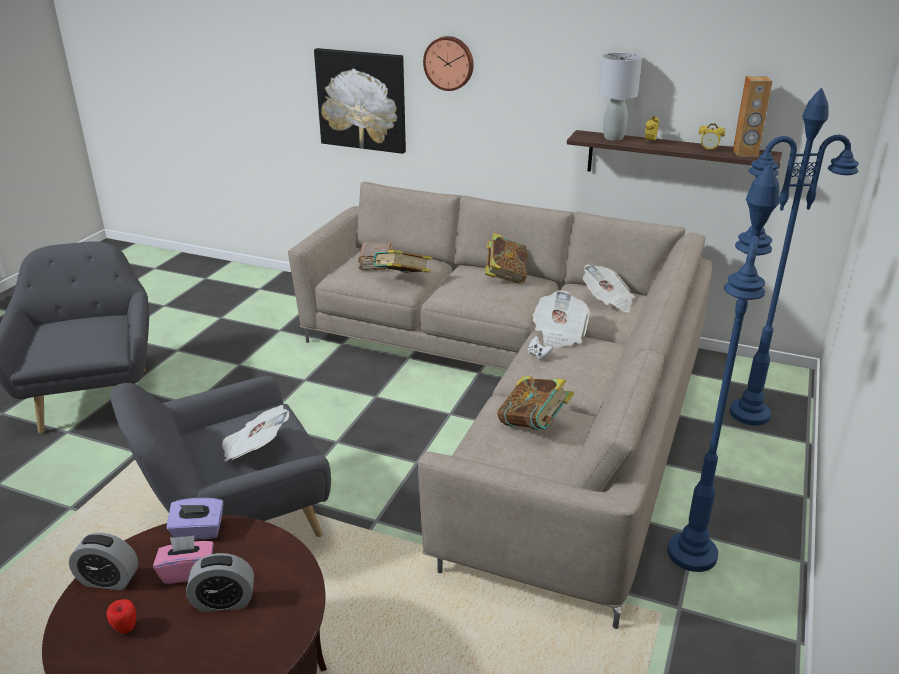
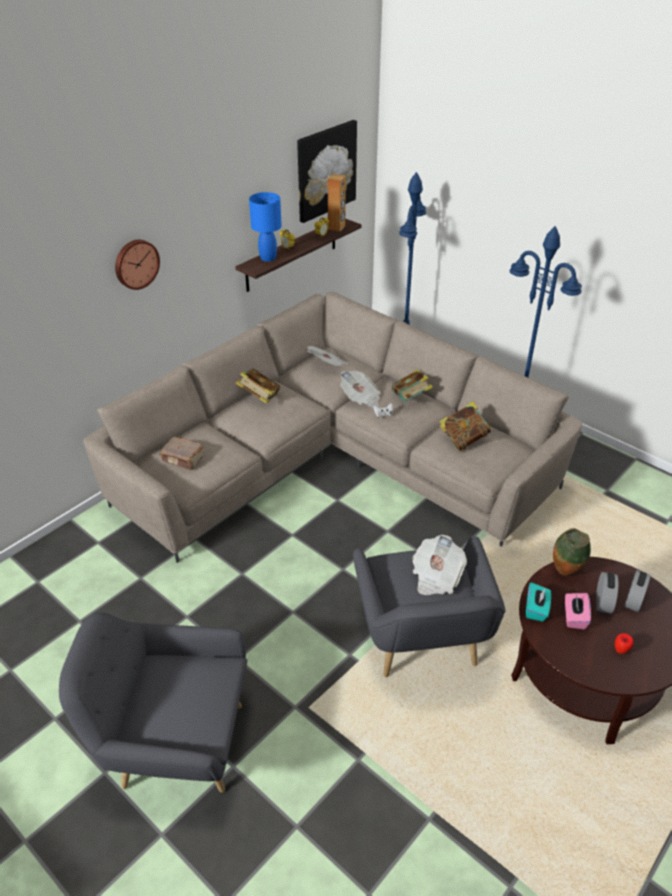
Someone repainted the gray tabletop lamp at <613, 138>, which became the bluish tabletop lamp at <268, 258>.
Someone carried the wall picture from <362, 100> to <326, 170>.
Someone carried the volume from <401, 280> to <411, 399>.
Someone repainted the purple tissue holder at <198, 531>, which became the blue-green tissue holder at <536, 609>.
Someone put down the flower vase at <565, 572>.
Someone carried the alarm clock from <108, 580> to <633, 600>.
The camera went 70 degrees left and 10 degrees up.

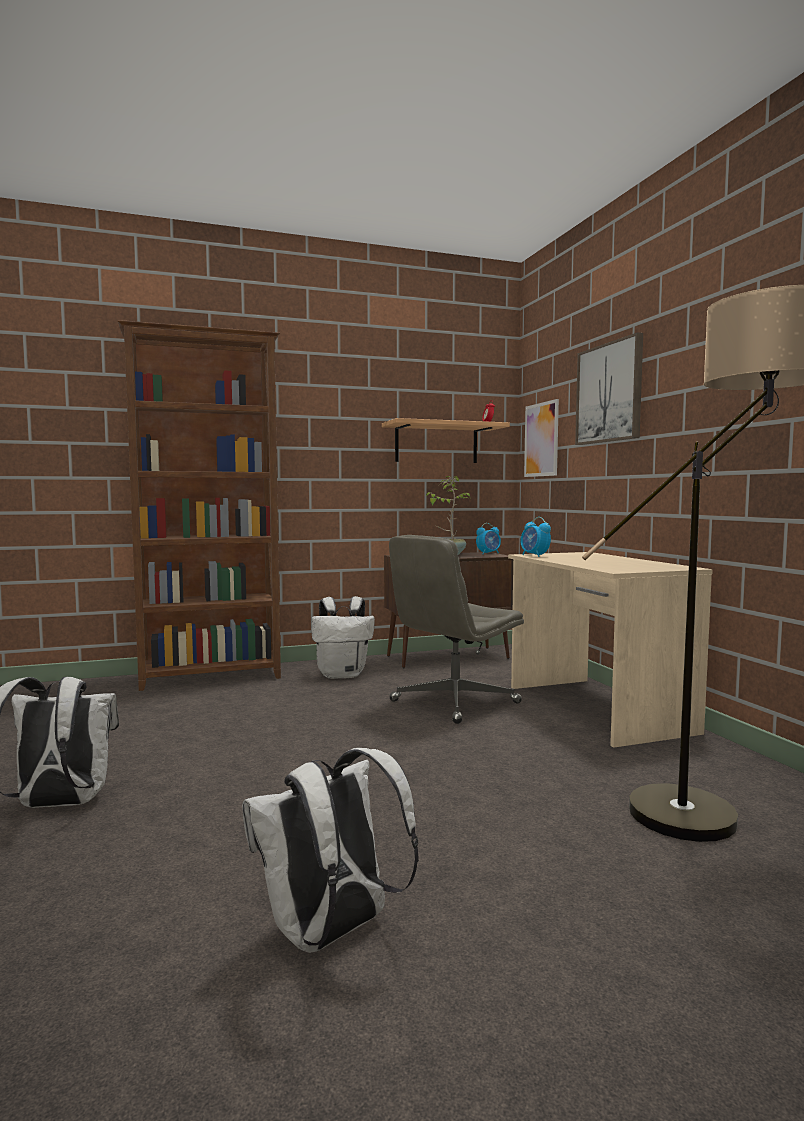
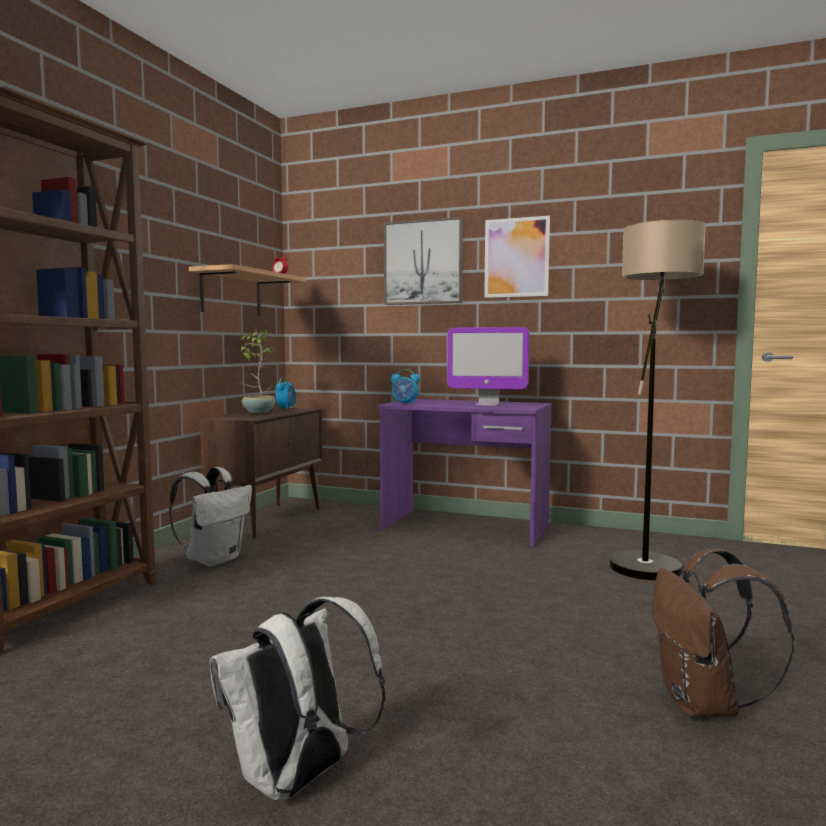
Someone repainted the sand-coloured desk table at <595, 709>, which became the purple desk table at <465, 527>.
Someone put down the computer screen at <487, 404>.
Someone carried the wall picture from <541, 439> to <516, 257>.
Someone repainted the whitish backpack at <330, 933>, which became the brownish backpack at <704, 705>.
Someone took away the gray office chair at <454, 702>.
The camera went 50 degrees left and 0 degrees up.

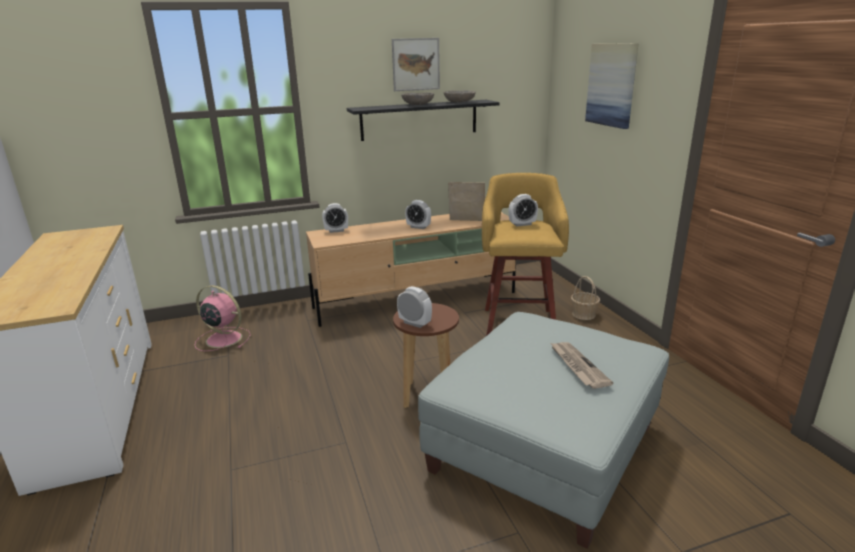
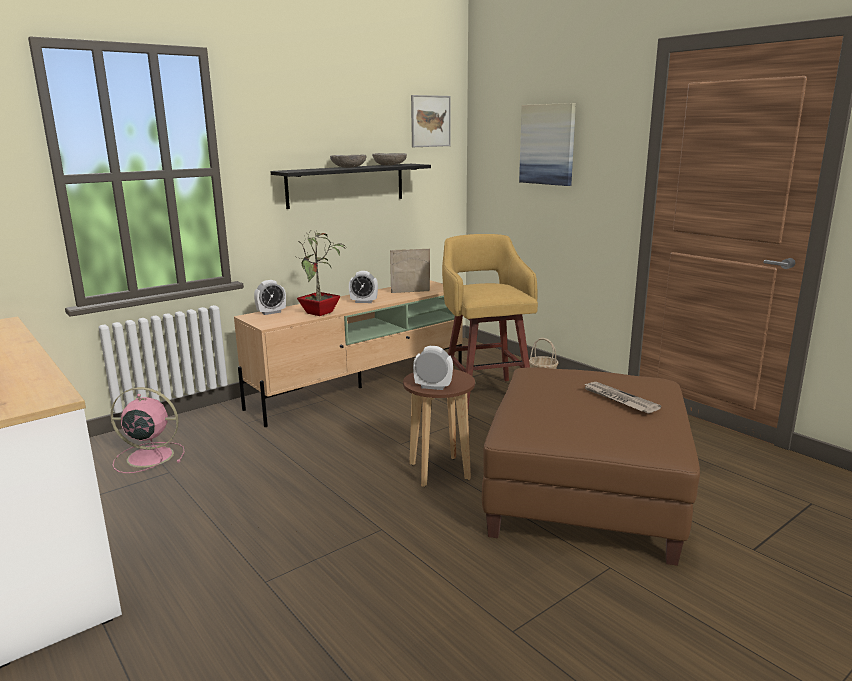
Someone put down the potted plant at <321, 313>.
Someone carried the wall picture from <416, 64> to <430, 121>.
Someone repainted the gray footrest at <543, 447>, which became the brownish footrest at <583, 494>.
Someone took away the alarm clock at <522, 224>.
The camera went 20 degrees left and 5 degrees down.

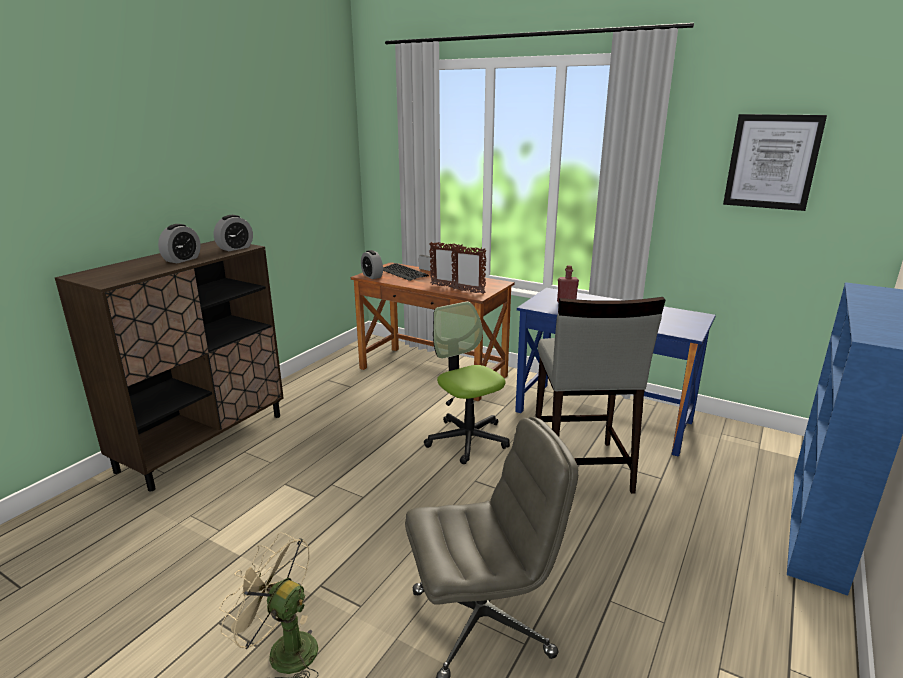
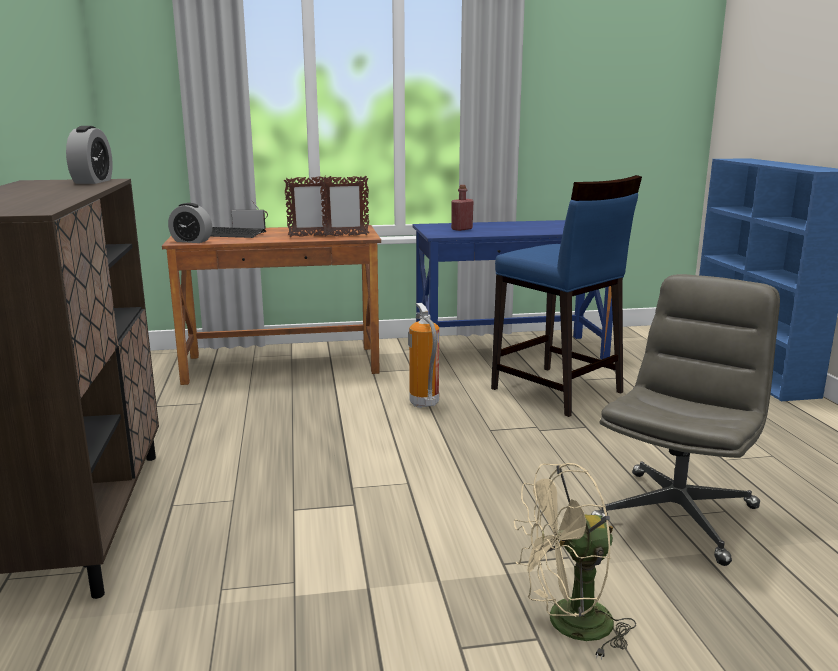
Someone swapped the office chair at <467, 439> for the fire-fighting cylinder at <424, 404>.
Someone repainted the gray sitting stool at <580, 468>, which became the bluish sitting stool at <557, 391>.
Someone took away the alarm clock at <182, 260>.
Someone took away the wall picture at <772, 162>.
The camera went 40 degrees left and 5 degrees down.

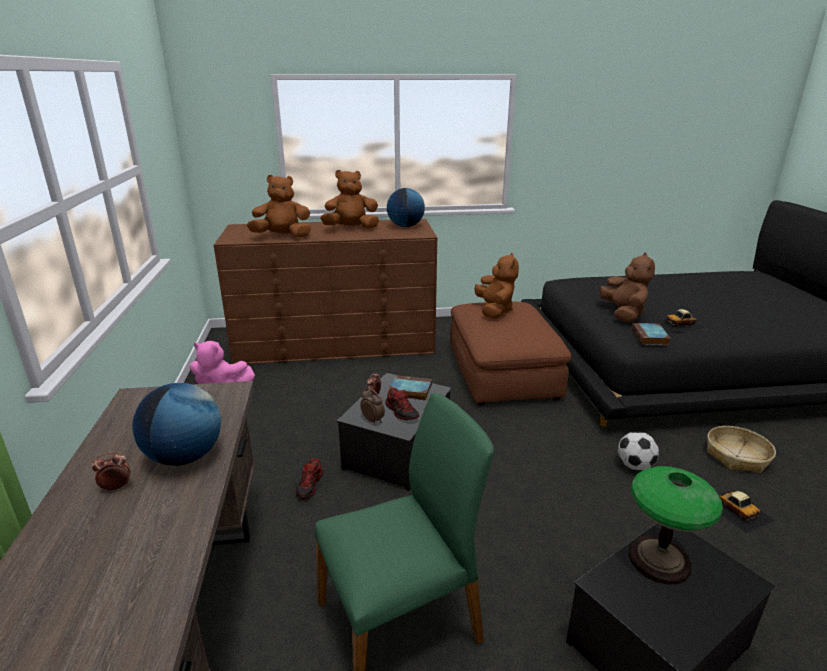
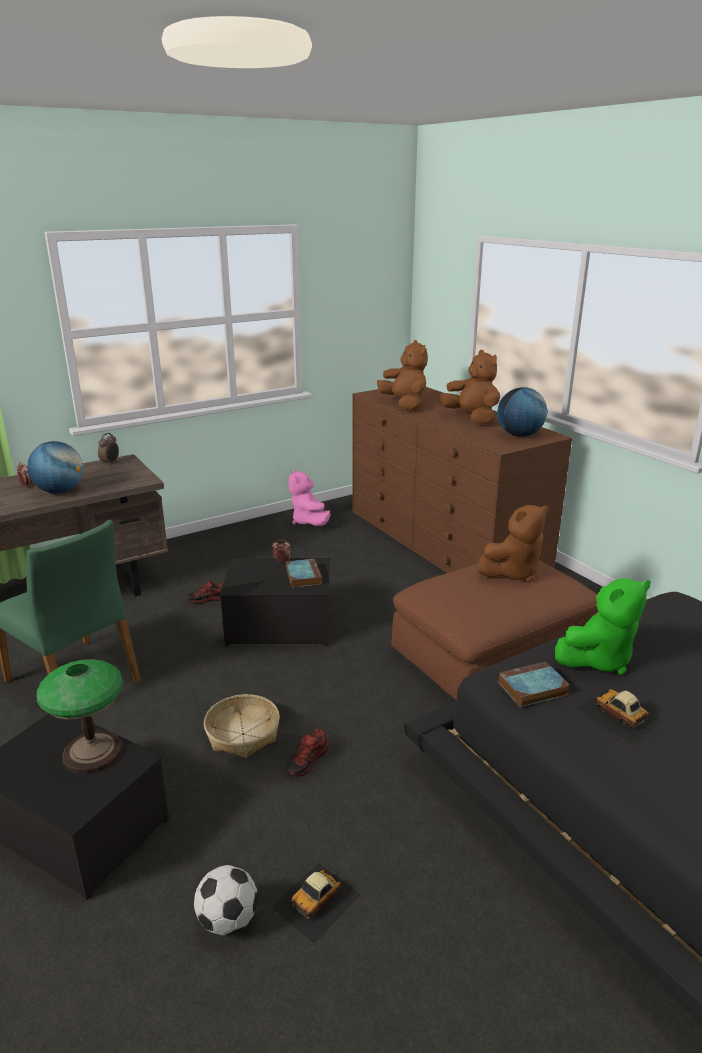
Someone carried the alarm clock from <373, 420> to <110, 463>.
Someone carried the ball for football from <634, 466> to <228, 920>.
Someone carried the household basket from <737, 456> to <243, 734>.
Someone carried the item of footwear from <402, 412> to <308, 761>.
Someone repainted the brownish plush toy at <623, 314>, which became the green plush toy at <598, 659>.
The camera went 65 degrees right and 0 degrees up.

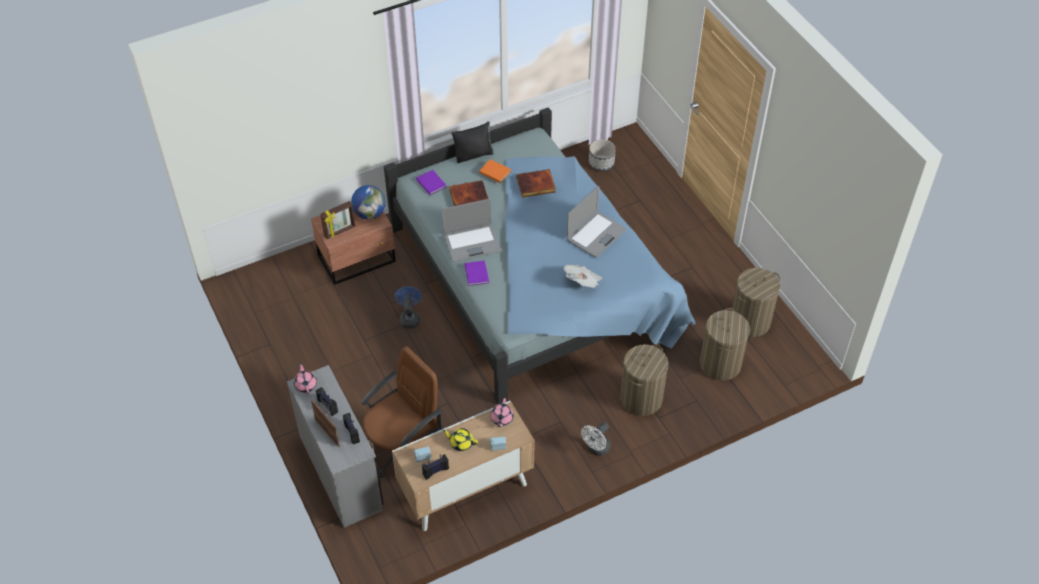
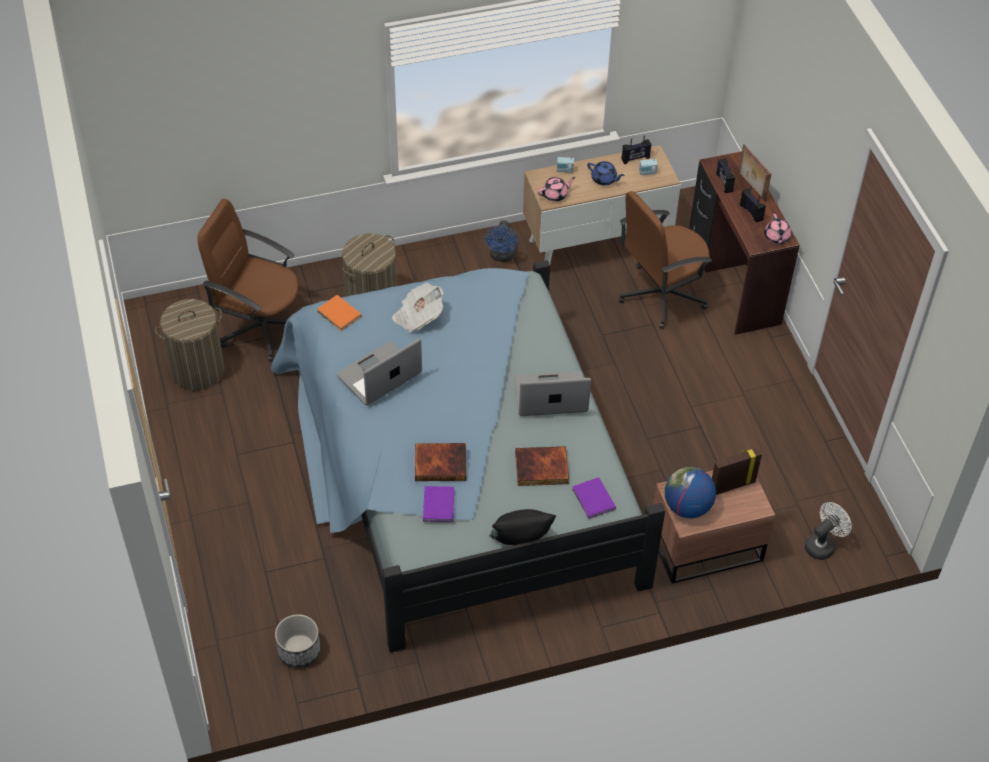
Someone swapped the washing basket at <720, 364> for the brownish office chair at <261, 326>.
Someone carried the orange-coloured volume from <494, 171> to <339, 315>.
Someone carried the purple volume from <476, 275> to <439, 504>.
Someone carried the bluish fan from <409, 317> to <502, 256>.
Someone rotated the pink tea pot at <501, 419> by 45 degrees clockwise.
Someone repainted the yellow-coloured tea pot at <461, 443>, which became the bluish tea pot at <604, 179>.
Someone repainted the gray desk table at <342, 472>, which became the brownish desk table at <732, 282>.
Someone carried the whitish fan from <596, 449> to <822, 545>.
The camera went 170 degrees left and 0 degrees up.

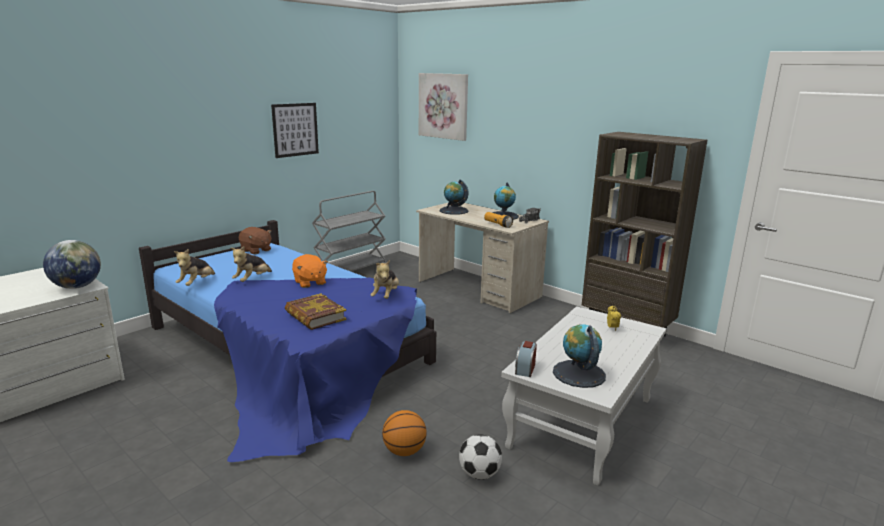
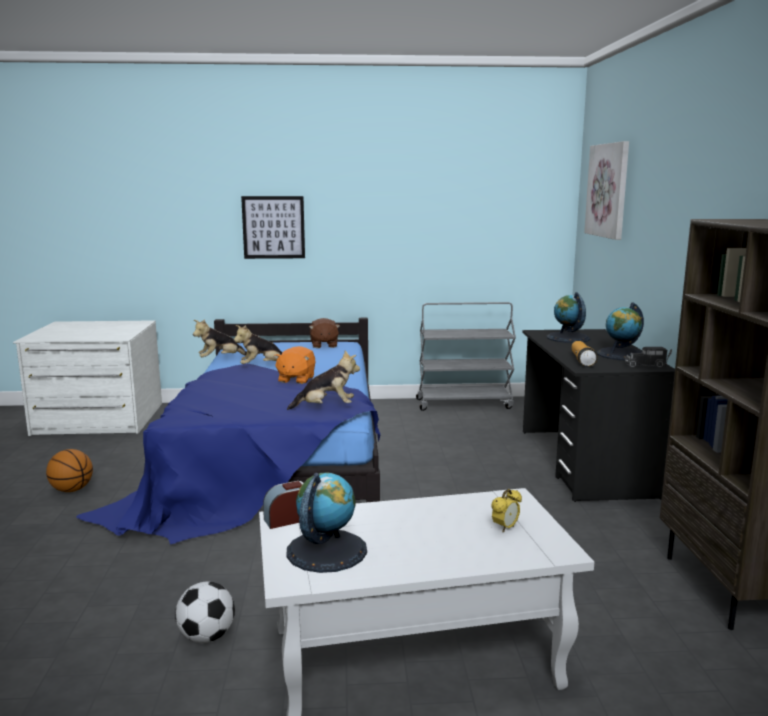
Someone carried the basketball ball from <404, 451> to <72, 490>.
Someone carried the wall picture from <295, 129> to <273, 227>.
Someone rotated the plush toy at <386, 296> by 150 degrees counterclockwise.
Someone repainted the sand-coloured desk table at <478, 289>, which became the blackish desk table at <584, 462>.
Someone took away the world globe at <77, 286>.
Someone took away the volume at <315, 316>.
The camera went 45 degrees right and 5 degrees down.

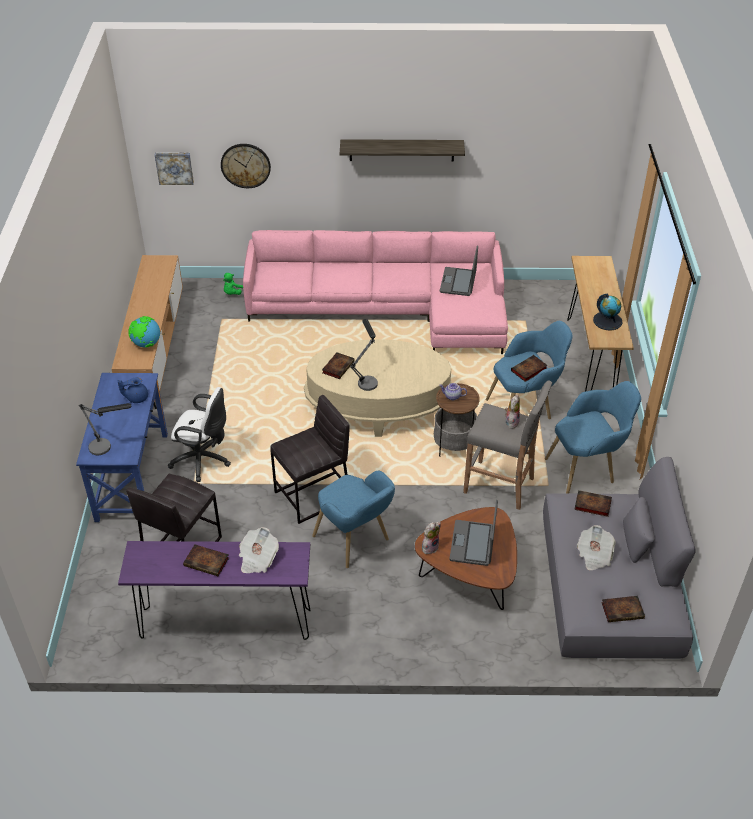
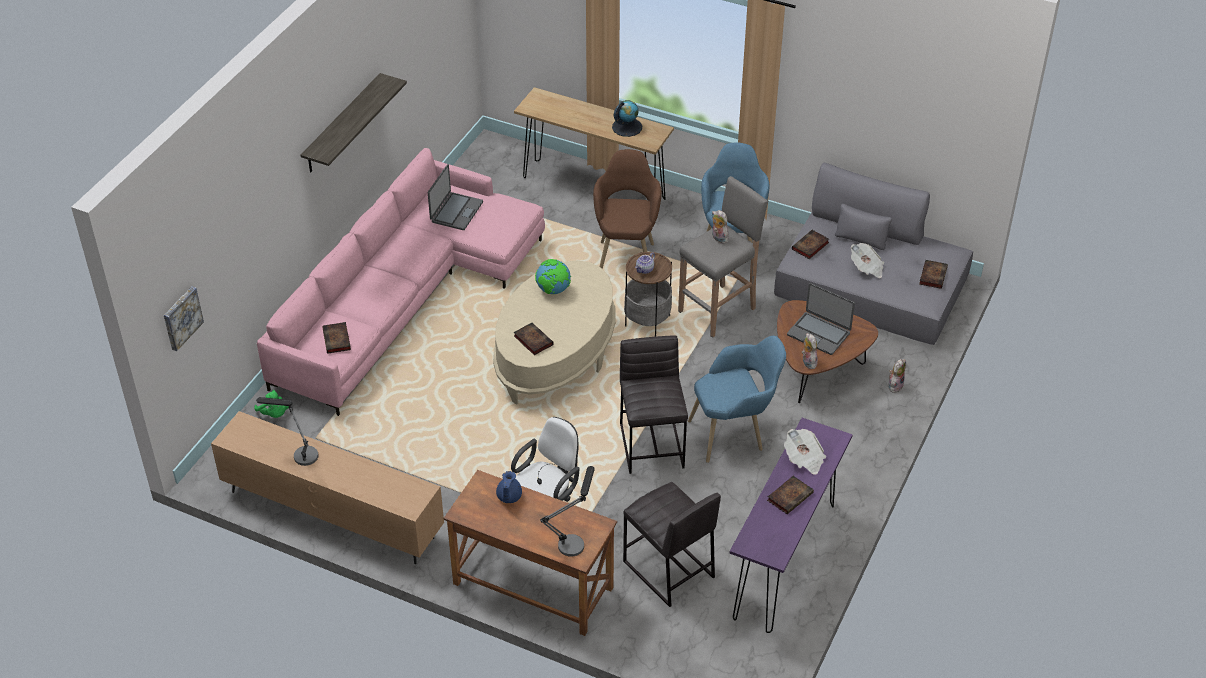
Someone carried the tabletop lamp from <367, 379> to <299, 454>.
Someone carried the volume from <528, 370> to <337, 340>.
Someone rotated the portable computer at <458, 282> by 105 degrees counterclockwise.
Someone repainted the bluish desk table at <132, 476>, which became the brownish desk table at <532, 586>.
Someone carried the world globe from <146, 344> to <553, 290>.
Someone repainted the bluish easy chair at <526, 407>, which became the brownish easy chair at <626, 253>.
Someone put down the plush toy at <895, 385>.
Someone took away the wall clock at <245, 165>.
The camera went 65 degrees left and 0 degrees up.

